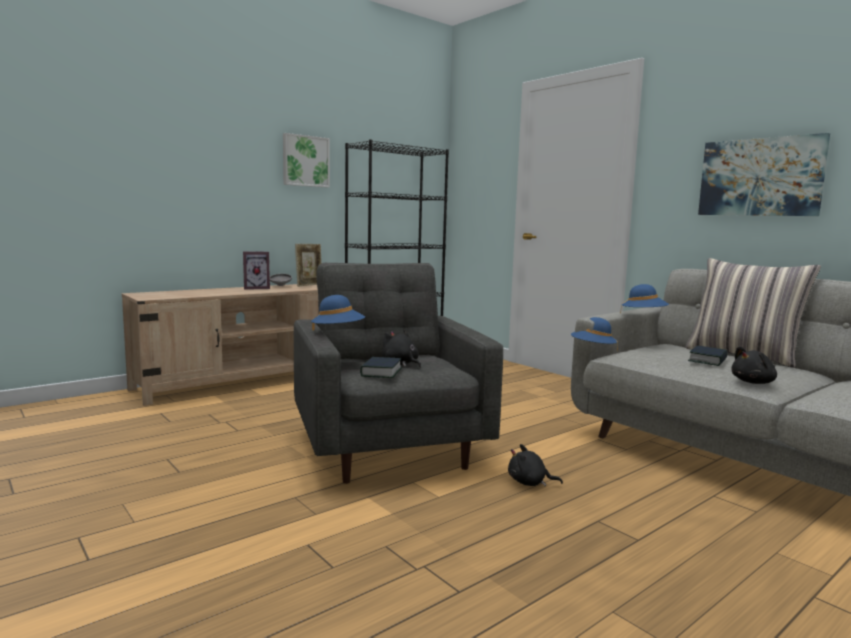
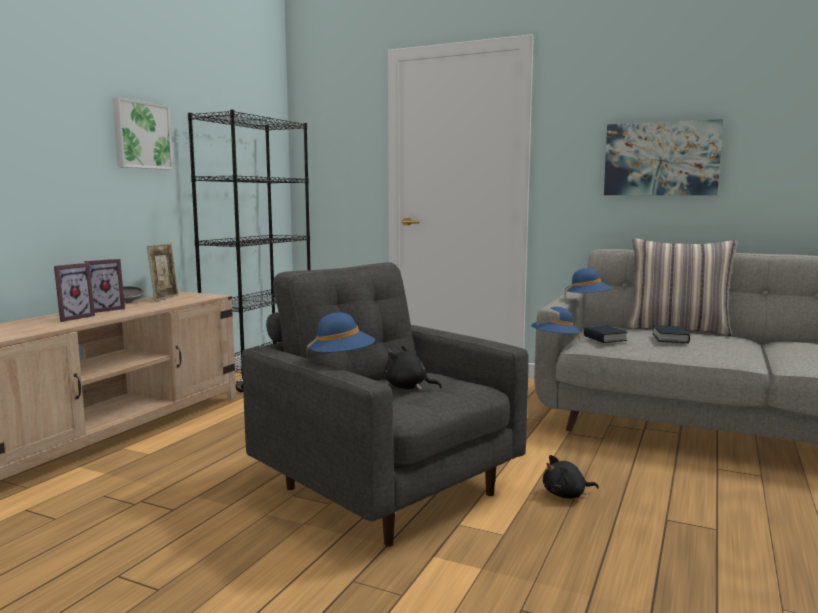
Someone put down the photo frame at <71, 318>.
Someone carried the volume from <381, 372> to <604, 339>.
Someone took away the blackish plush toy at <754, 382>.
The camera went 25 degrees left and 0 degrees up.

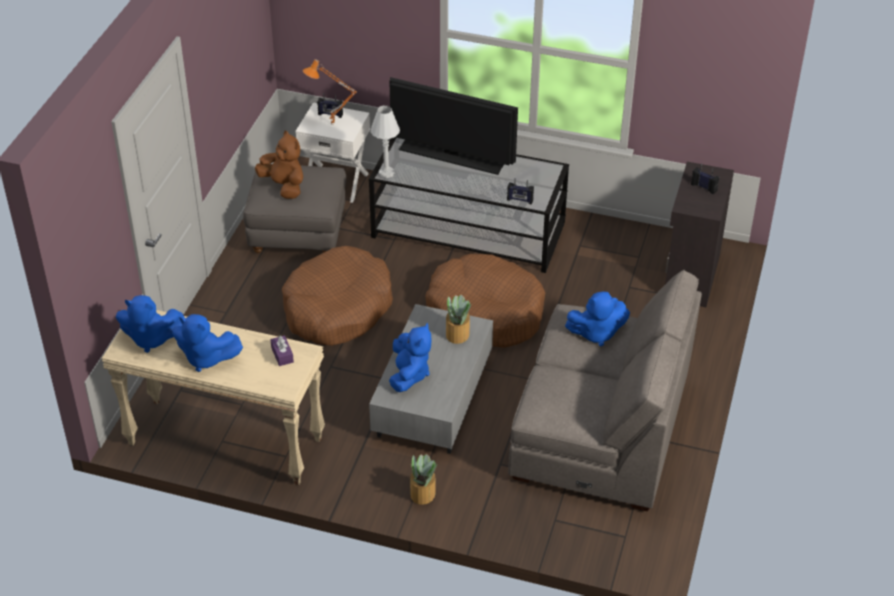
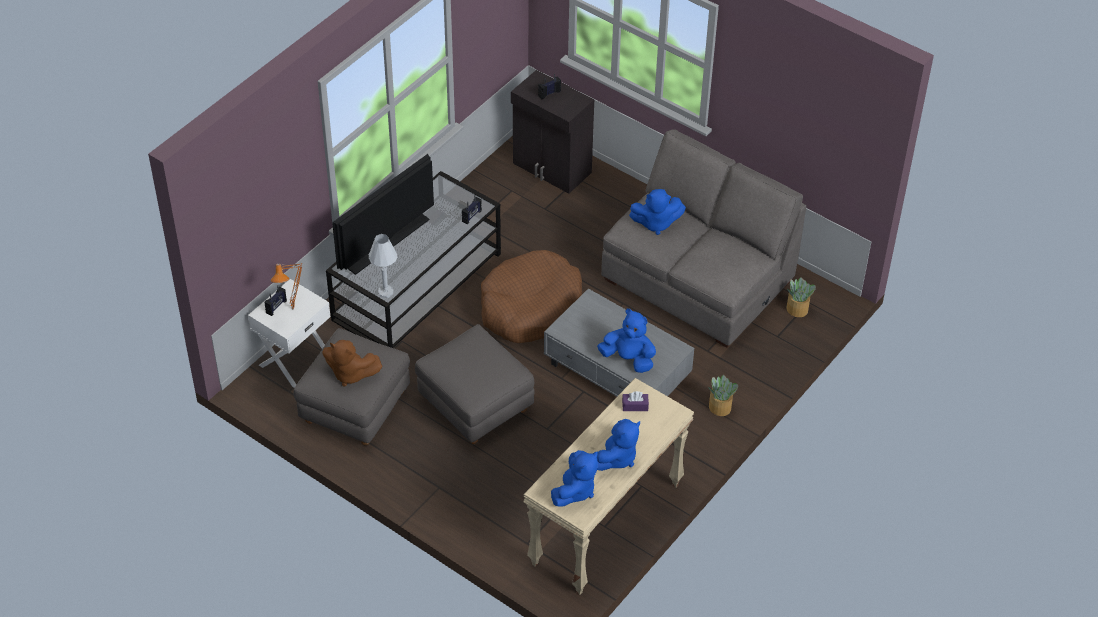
Someone rotated the brownish plush toy at <284, 186> by 135 degrees counterclockwise.
Someone swapped the brownish pet bed at <337, 308> for the gray footrest at <475, 405>.
Someone rotated the bluish plush toy at <596, 333> by 75 degrees clockwise.
Someone carried the potted plant from <457, 335> to <797, 309>.
The camera went 70 degrees left and 5 degrees up.

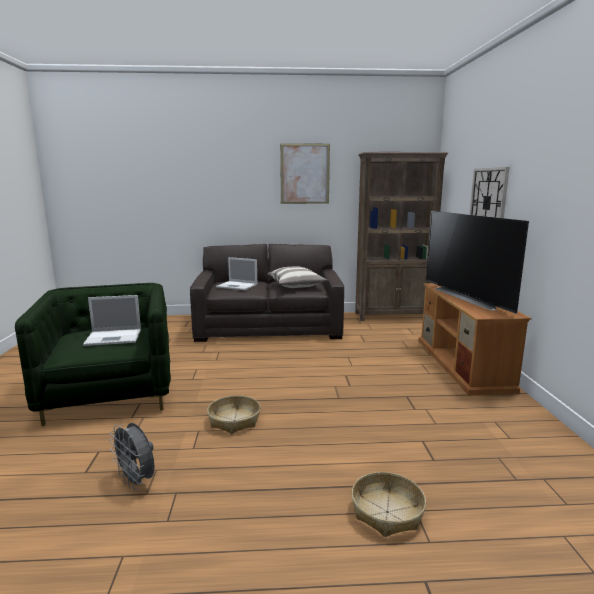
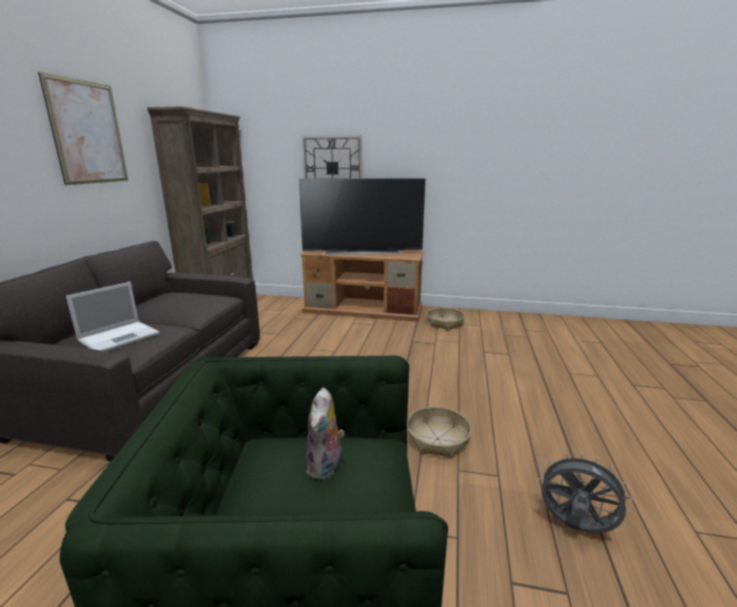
Someone swapped the portable computer at <114, 337> for the plush toy at <326, 467>.
Someone carried the household basket from <386, 512> to <444, 323>.
Someone rotated the gray fan at <137, 481> by 120 degrees counterclockwise.
Someone took away the pillow at <296, 285>.
The camera went 75 degrees left and 5 degrees up.

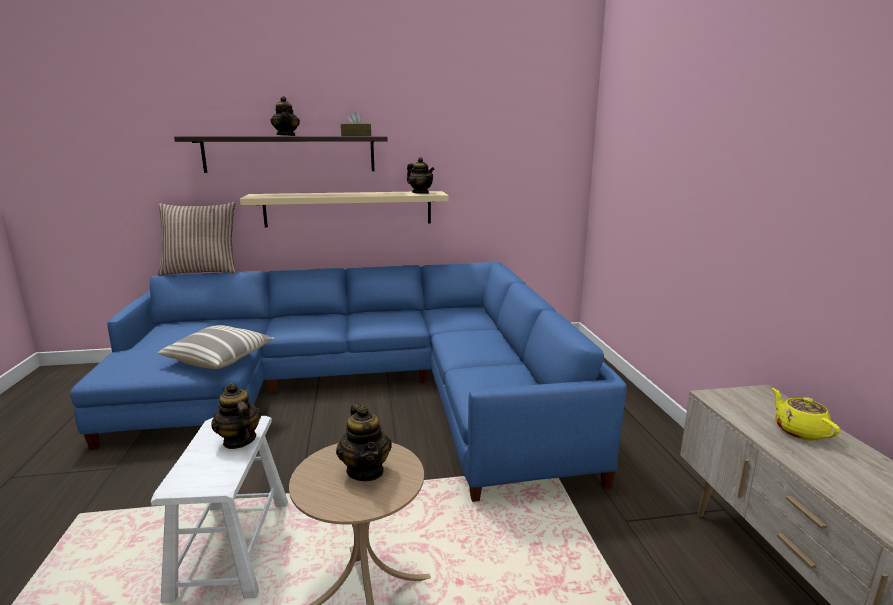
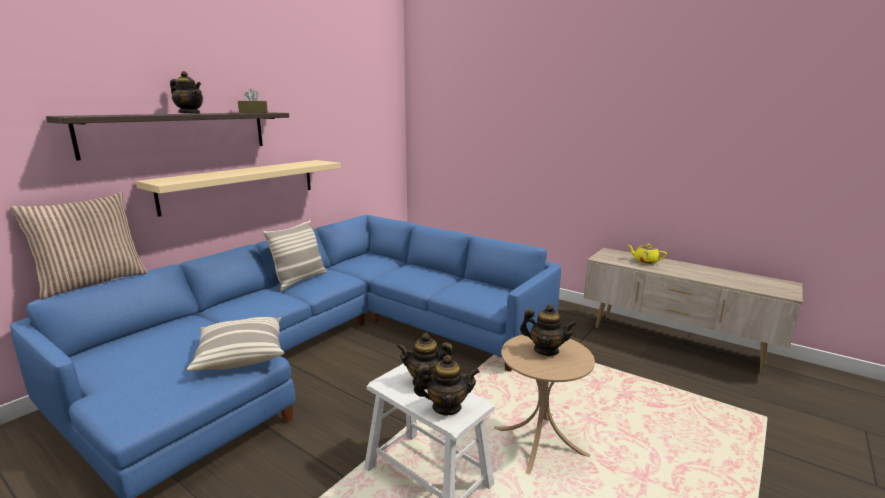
Someone put down the pillow at <300, 280>.
Someone carried the tea pot from <420, 193> to <446, 407>.
The camera went 45 degrees left and 0 degrees up.

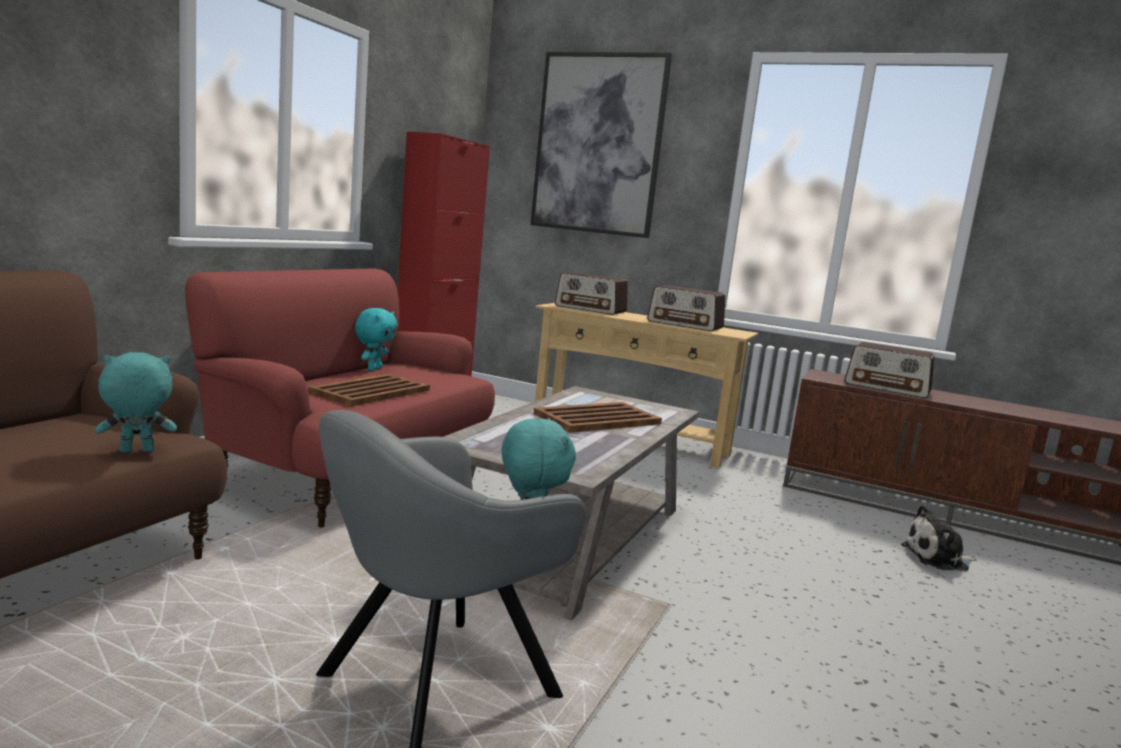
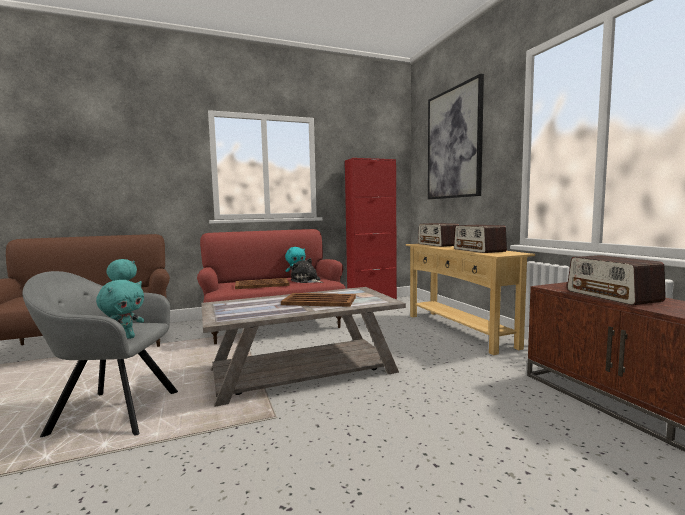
Someone carried the plush toy from <938, 558> to <306, 281>.
The camera went 45 degrees right and 5 degrees down.

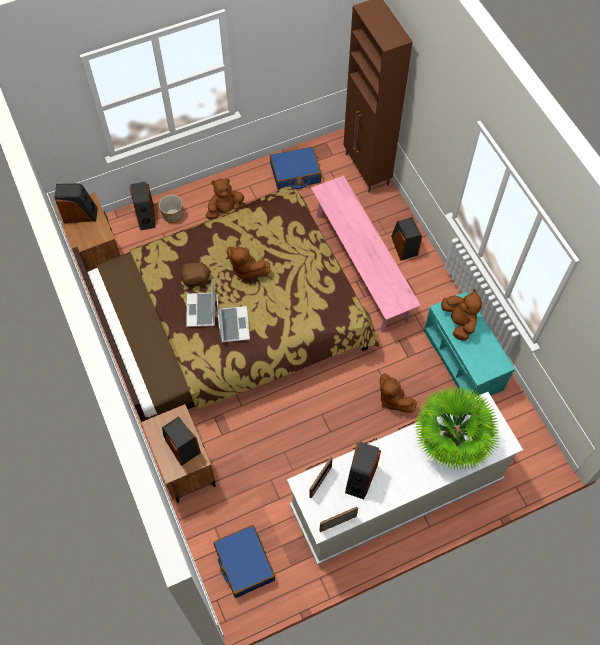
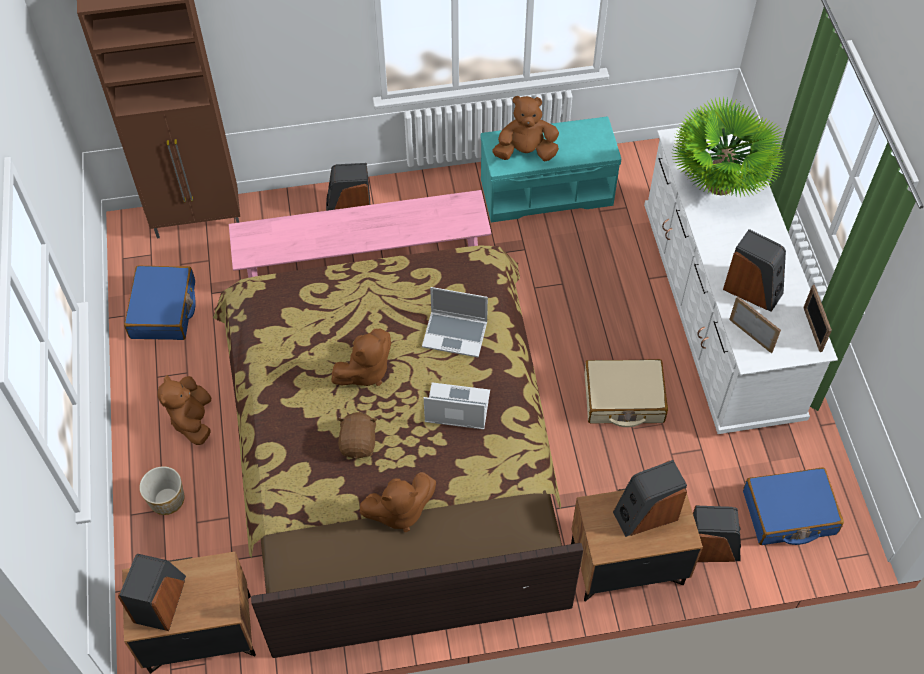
Someone carried the brownish plush toy from <393, 399> to <399, 511>.
Someone carried the portable computer from <202, 311> to <456, 334>.
Someone put down the sand-coloured piece of luggage at <623, 399>.
Someone carried the speaker from <146, 216> to <712, 547>.
The camera went 75 degrees left and 5 degrees down.

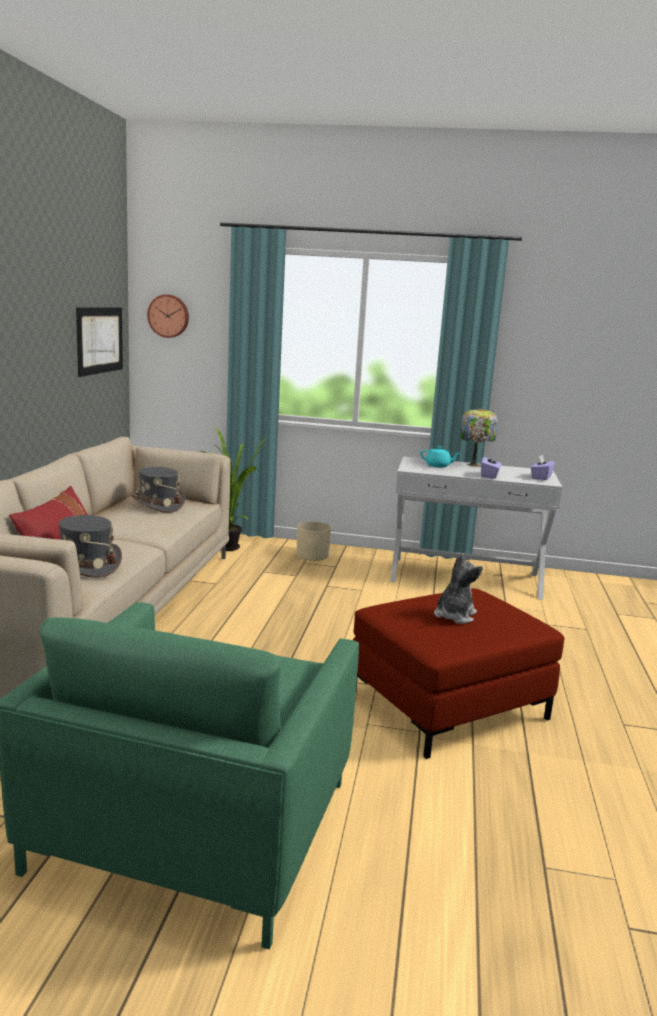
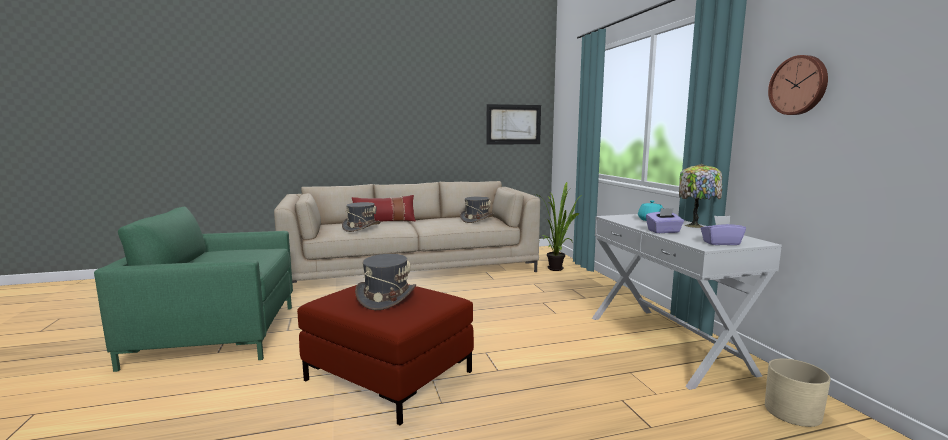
Someone swapped the plush toy at <454, 615> for the gray clothing hat at <386, 298>.
Someone carried the sand-coloured plant pot from <312, 555> to <793, 412>.
Someone carried the wall clock from <168, 316> to <799, 85>.
The camera went 65 degrees right and 5 degrees down.

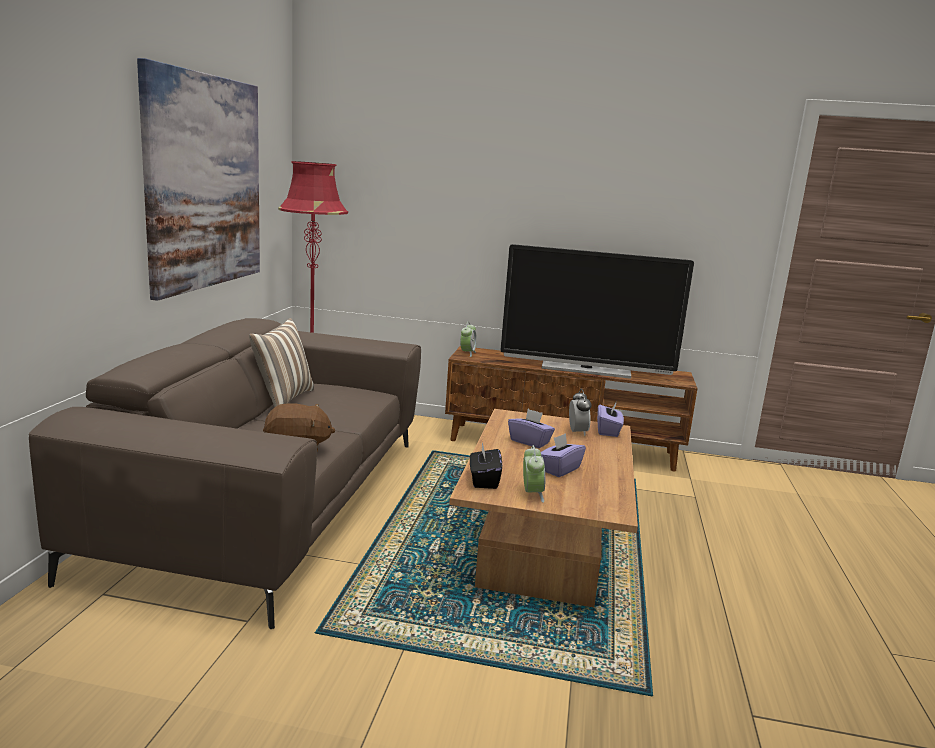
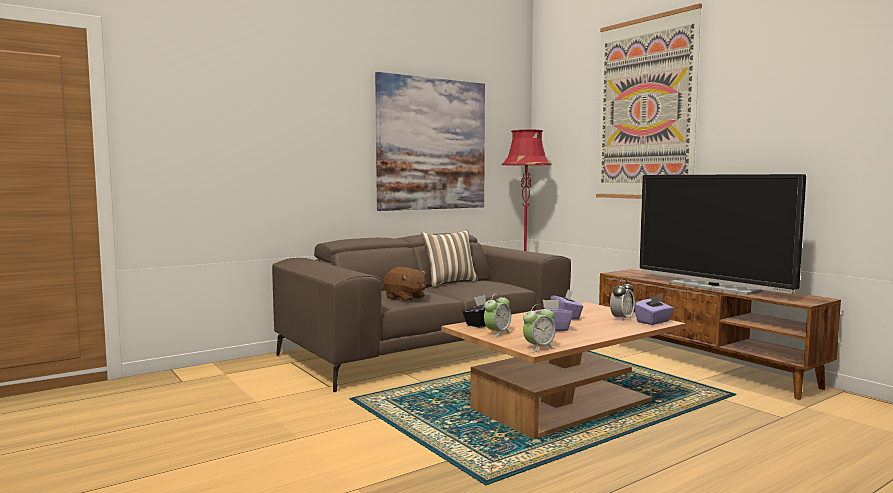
Someone carried the alarm clock from <467, 353> to <539, 348>.
Someone put up the wall picture at <645, 109>.
The camera went 45 degrees right and 10 degrees down.

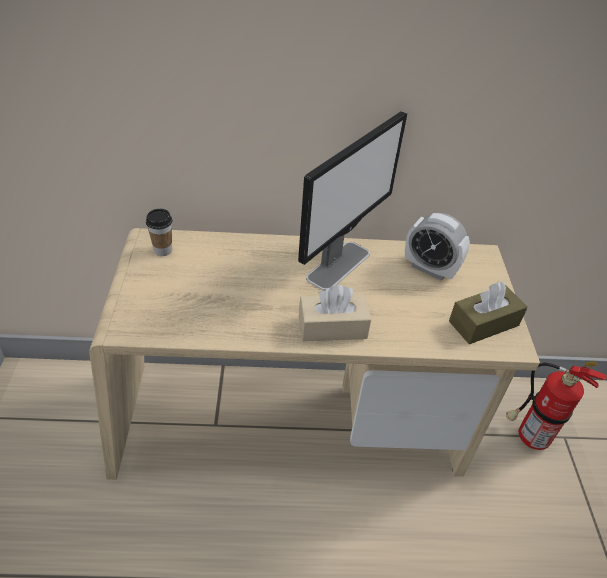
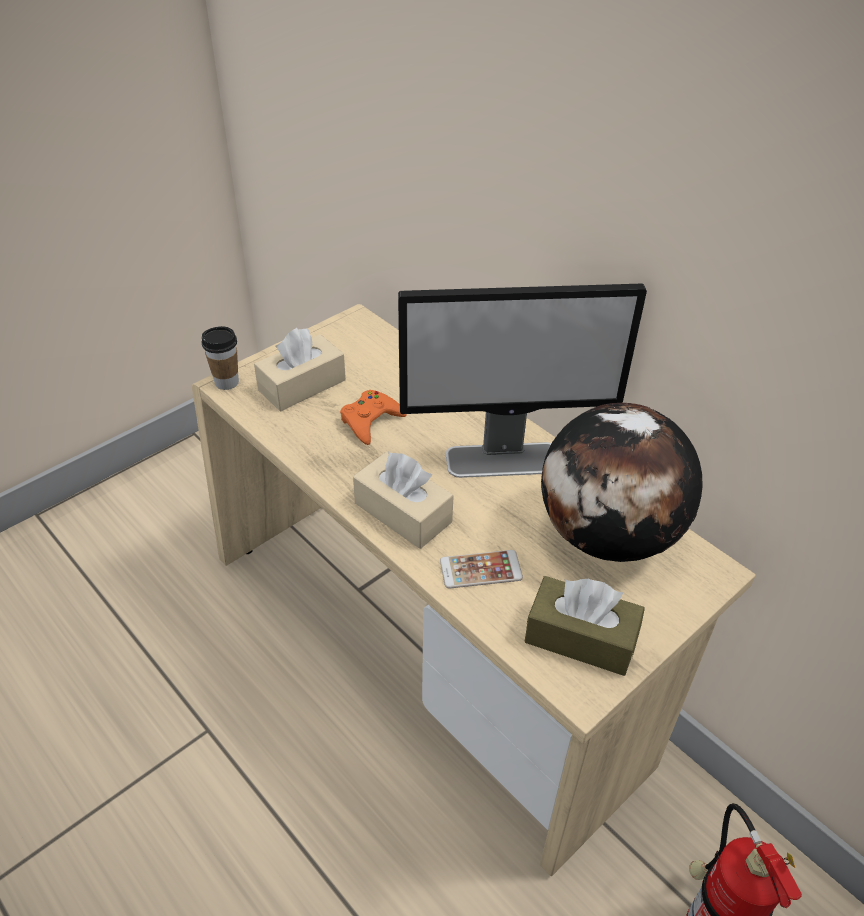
Someone carried the drinking cup from <163, 250> to <227, 382>.
Someone put down the sand-coloured tissue holder at <302, 385>.
Someone put down the orange-coloured gamepad at <370, 421>.
Someone put down the handset at <480, 570>.
Someone swapped the alarm clock at <430, 269> for the world globe at <608, 535>.
The camera went 50 degrees right and 0 degrees up.

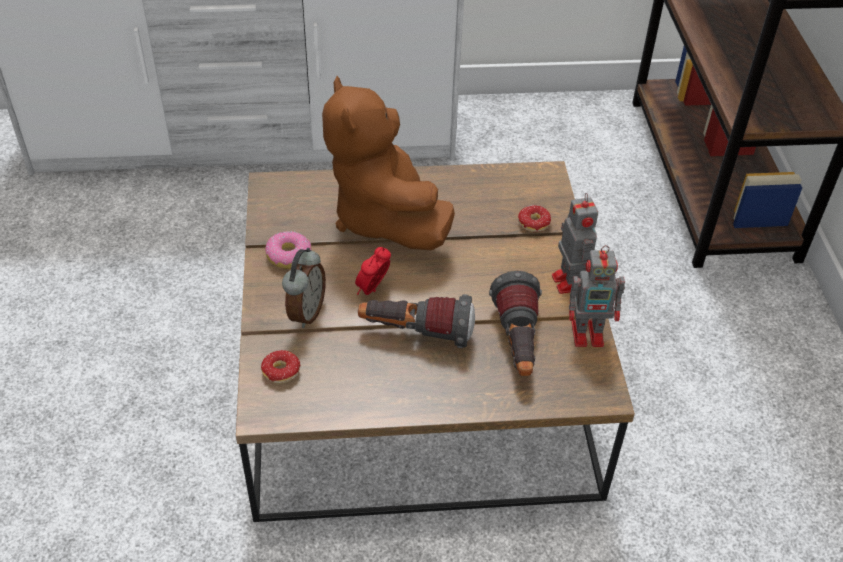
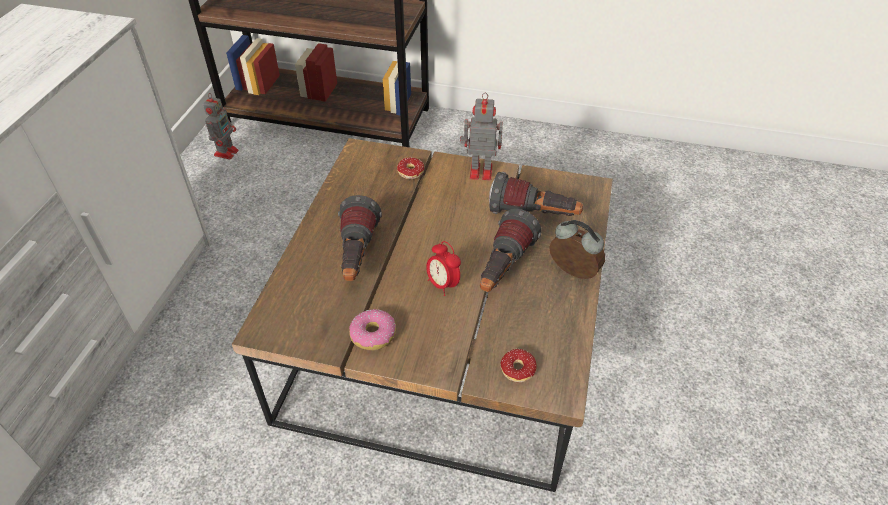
Someone carried the robot figure from <589, 333> to <227, 152>.
Someone swapped the brownish plush toy at <384, 218> for the torch at <357, 256>.
Someone carried the alarm clock from <305, 313> to <572, 273>.
The camera went 70 degrees left and 0 degrees up.

